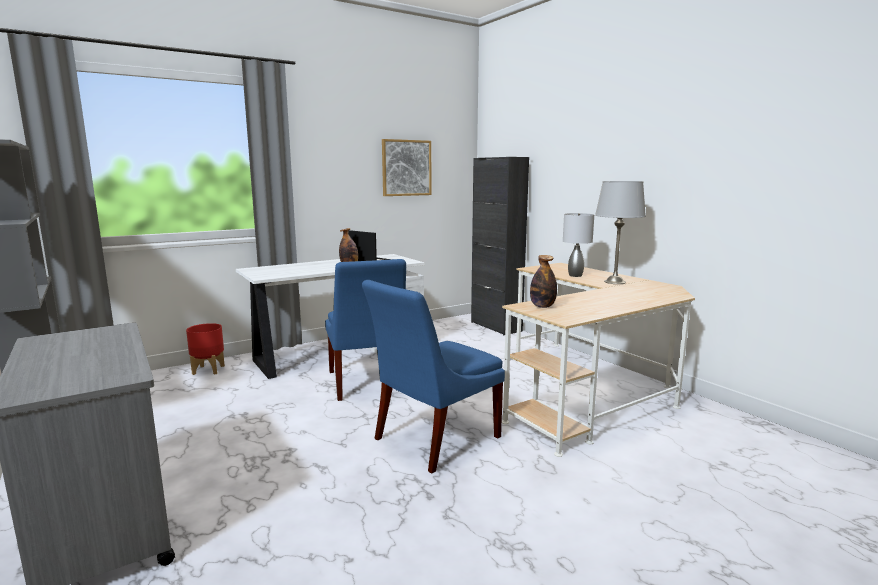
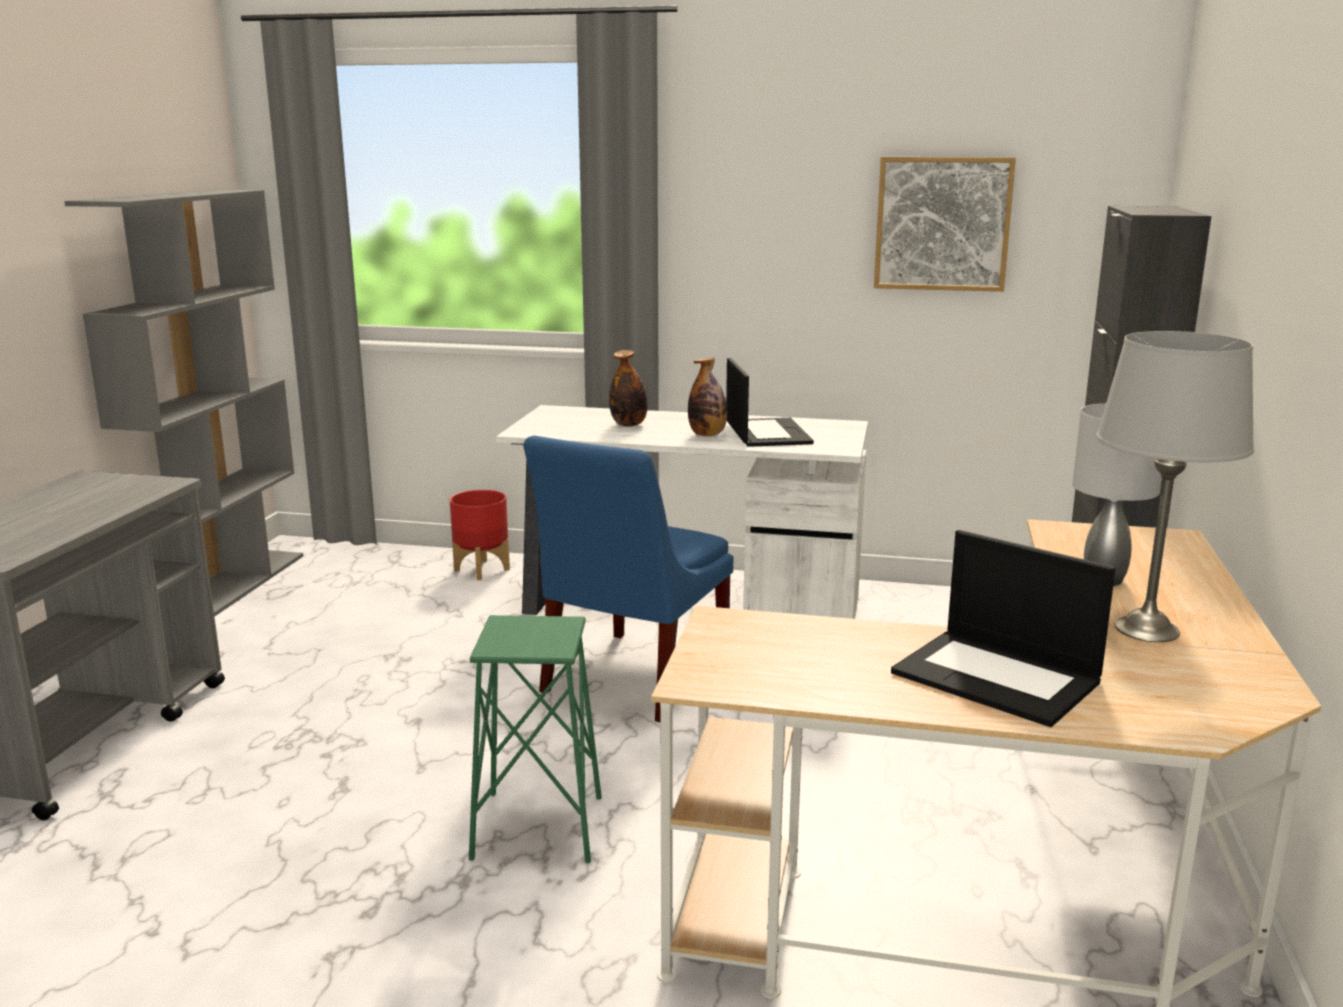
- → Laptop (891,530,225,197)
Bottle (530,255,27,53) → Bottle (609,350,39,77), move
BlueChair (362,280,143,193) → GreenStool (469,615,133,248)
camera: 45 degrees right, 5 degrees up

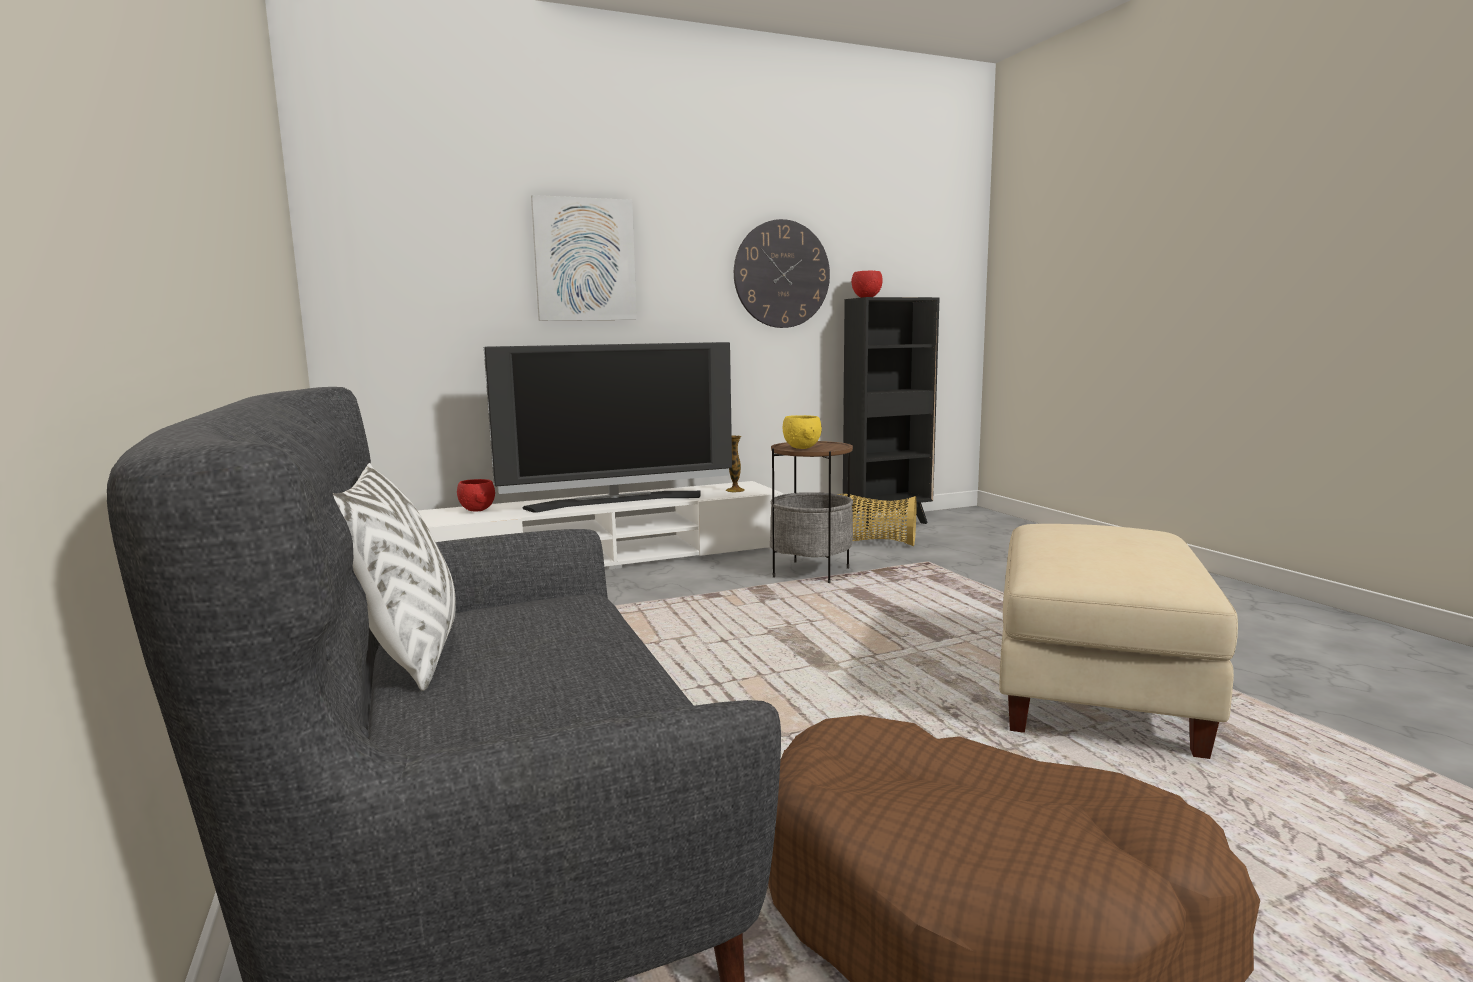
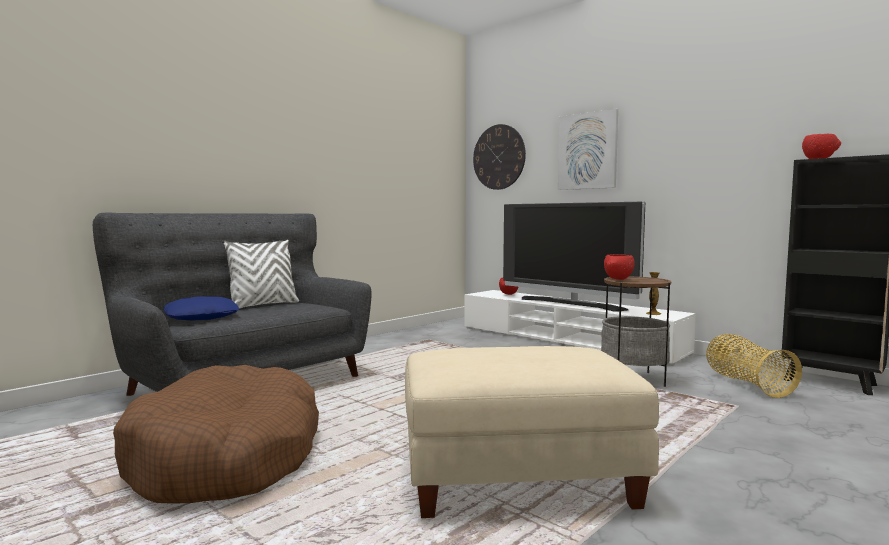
- → BluePillow (164,296,75,25)
WallClock (734,219,96,109) → WallClock (473,124,53,66), move
YellowBowl (783,415,39,34) → RedBowl (604,254,31,26)
camera: 65 degrees right, 5 degrees down

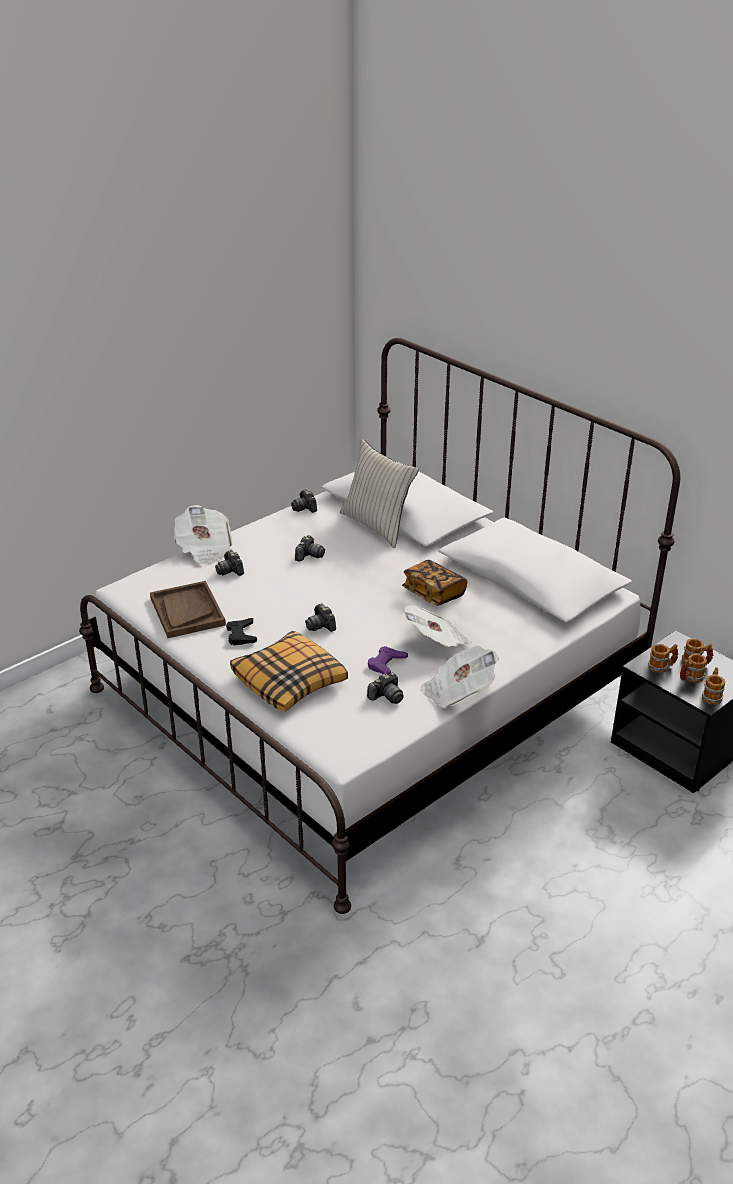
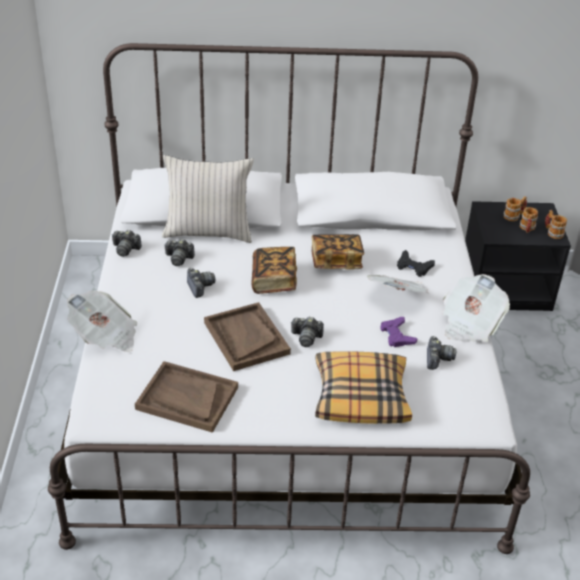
Mug (648,644,30,29) → -
- → BrownTray (204,302,87,69)
- → Book (251,247,46,47)
PhotoCamera (215,550,29,26) → PhotoCamera (165,239,30,27), move
BlackGameController (226,618,31,27) → BlackGameController (397,250,38,27), move
camera: 50 degrees left, 5 degrees up

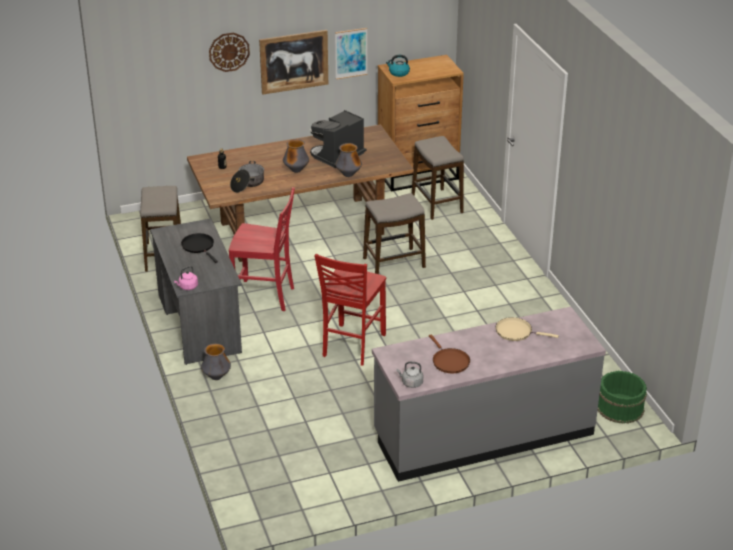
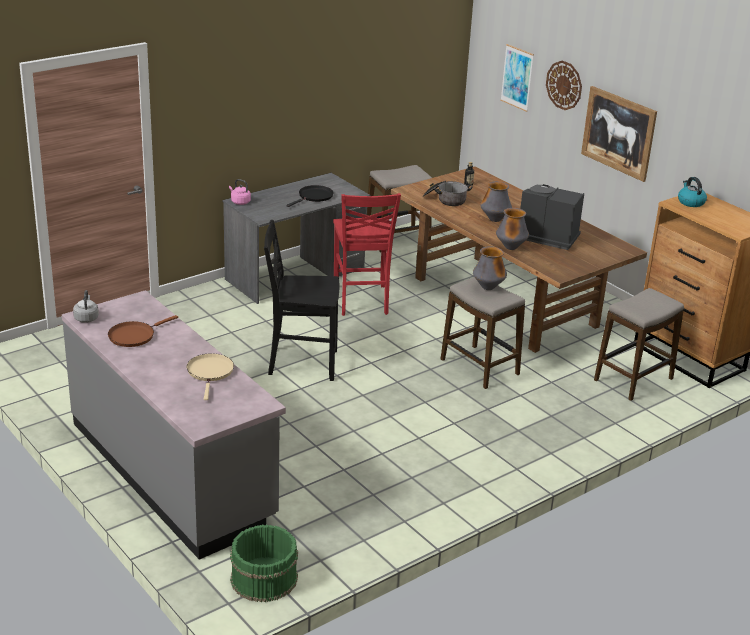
Vase (201,344,30,36) → Vase (473,246,34,44), move
Picture (335,28,32,51) → Picture (500,44,34,68), move
RedChair (314,254,72,112) → BlackChair (264,220,75,161)
camera: 70 degrees right, 5 degrees down

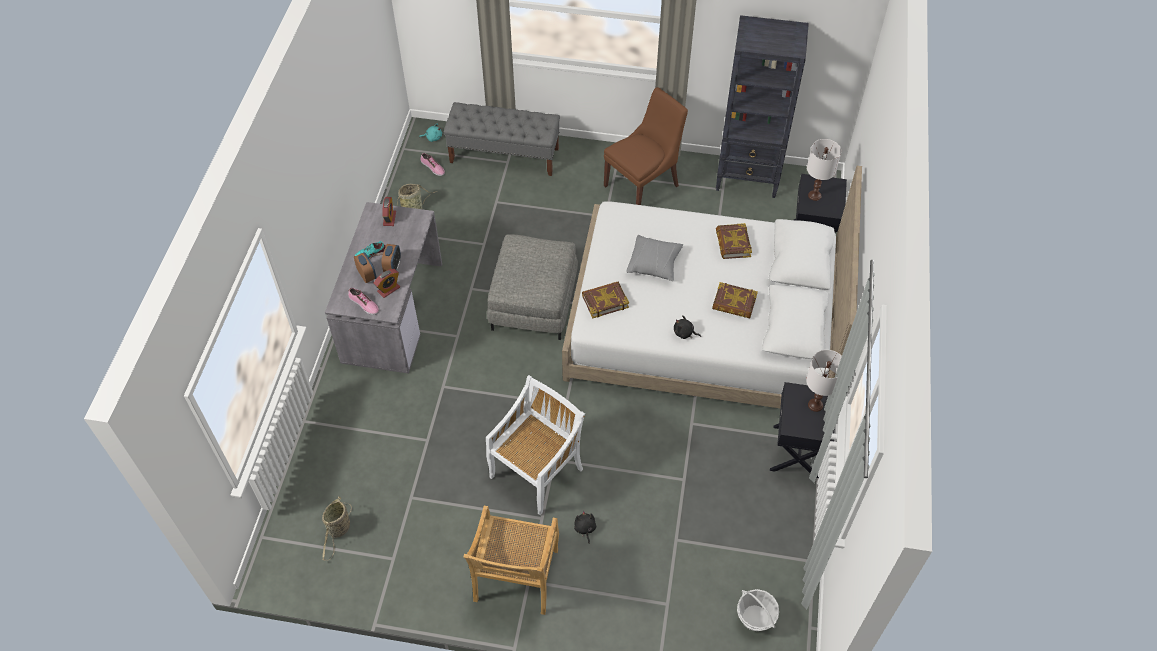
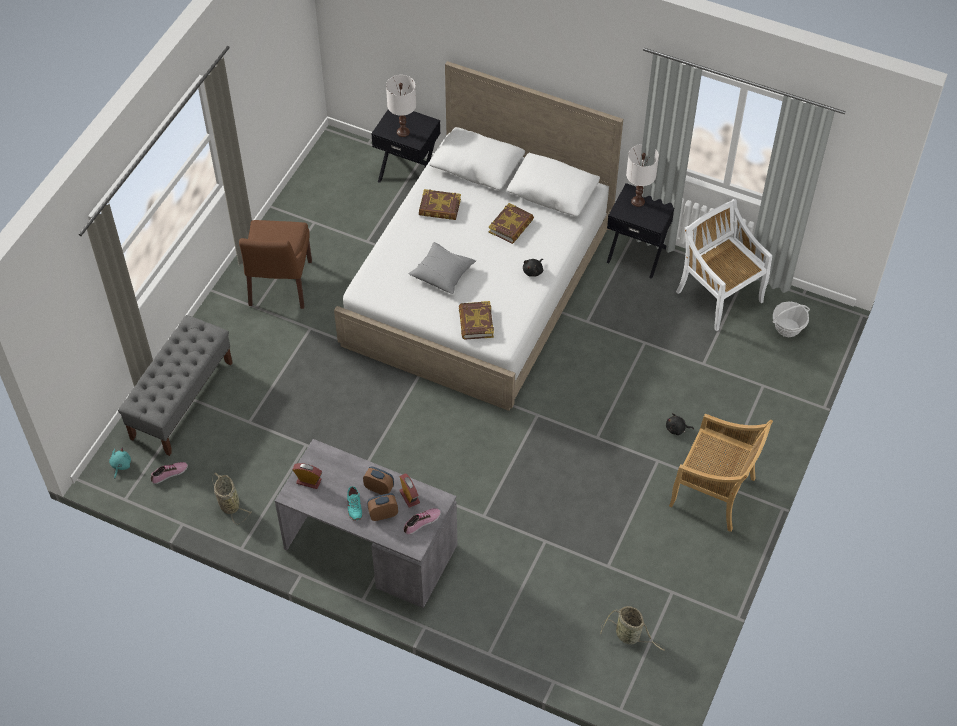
GreyOttoman (487,234,91,106) → -
BlackBookcase (716,15,93,183) → -
WhiteChair (486,375,99,140) → WhiteChair (676,199,96,132), move
BrownChair (604,87,84,118) → BrownChair (239,220,73,89), 150 degrees counterclockwise
camera: 75 degrees left, 0 degrees up

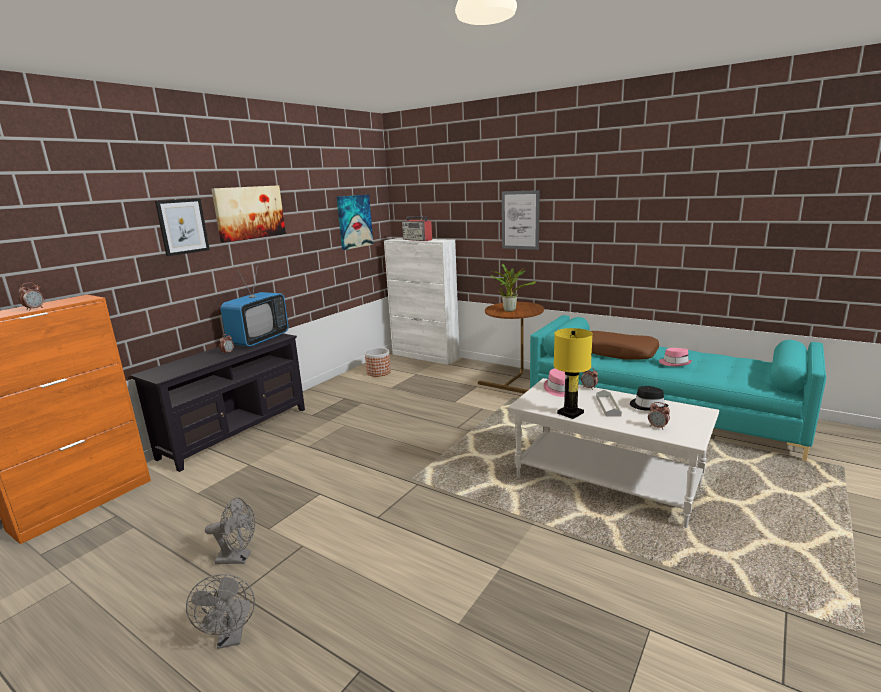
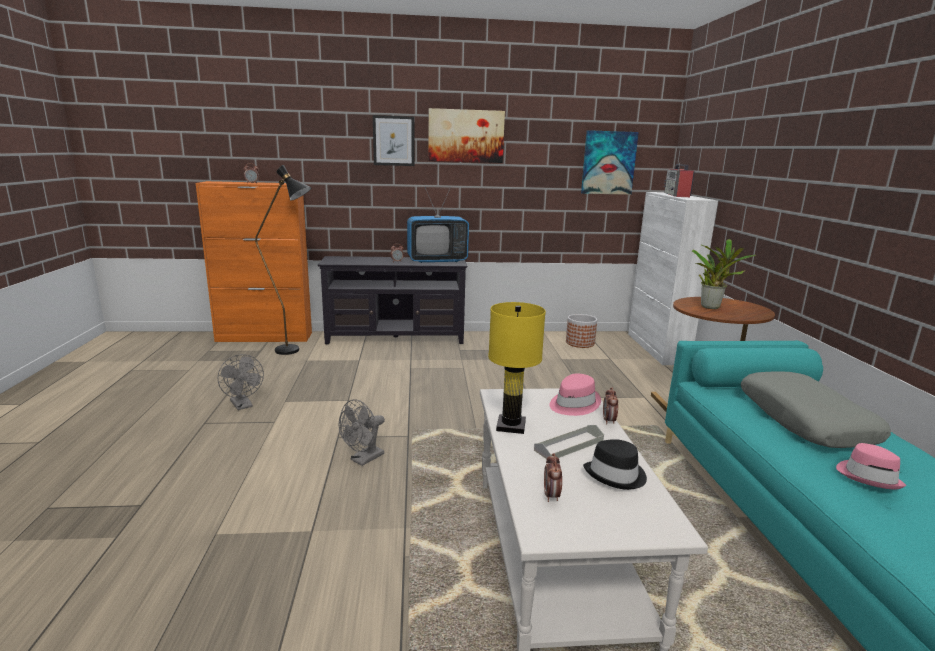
Picture (502,190,38,60) → -
- → BlackFloorLamp (255,165,56,190)
GreyFan (186,574,69,75) → GreyFan (339,399,46,67), move
BrownPillow (591,331,68,29) → GreyPillow (741,372,150,76)
camera: 50 degrees right, 0 degrees up

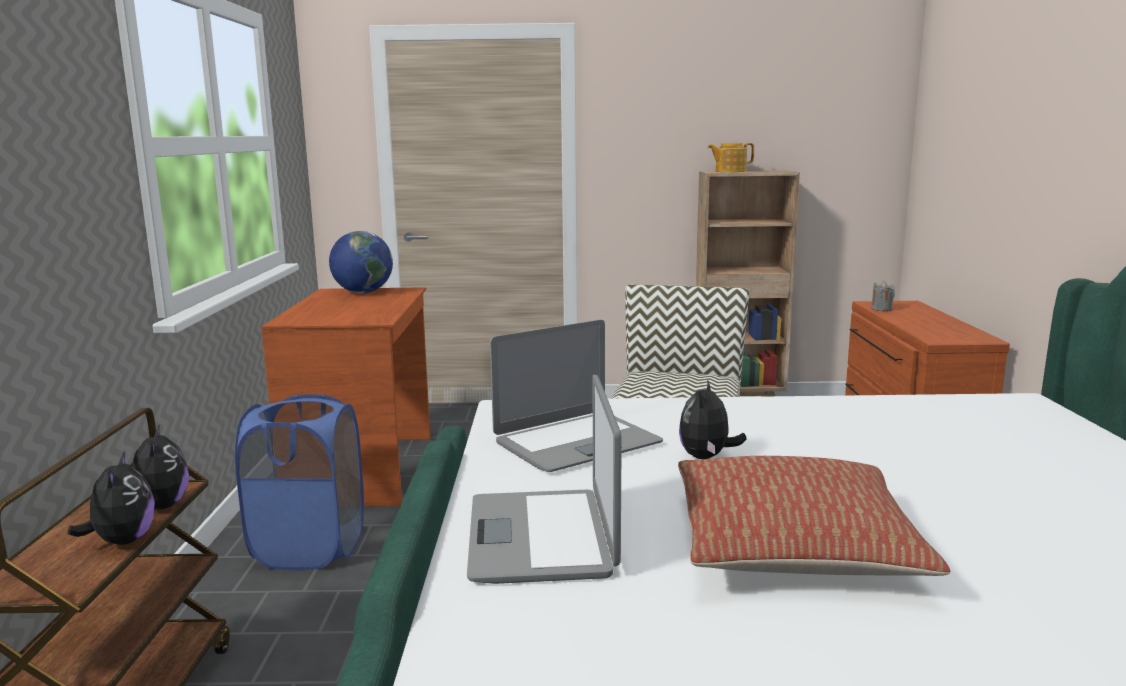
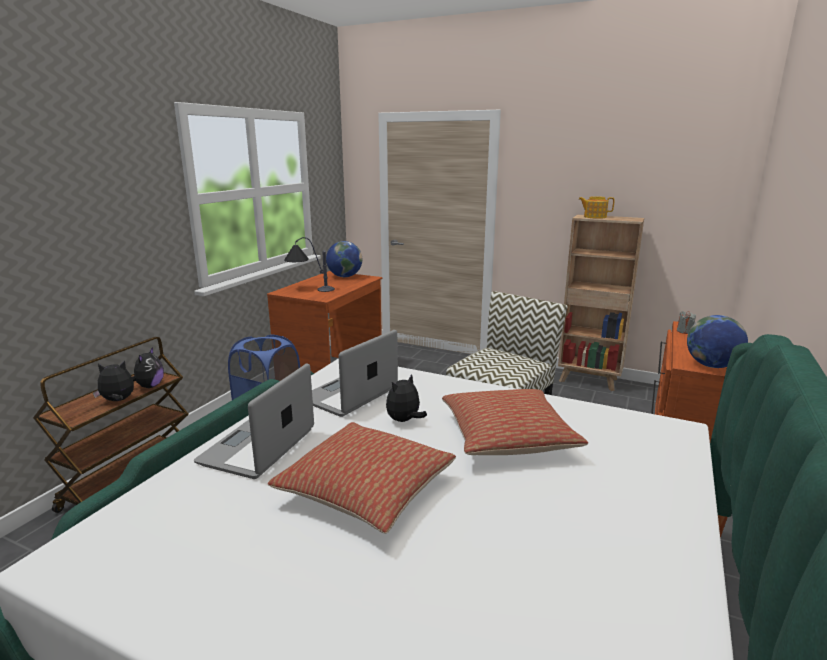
- → TableLamp (284,237,51,55)
- → Pillow (442,389,146,66)
- → Globe (687,315,61,53)
PlushToy (67,451,88,94) → PlushToy (93,361,41,40), 120 degrees counterclockwise
Laptop (490,320,173,152) → Laptop (312,330,86,87), 135 degrees clockwise
camera: 25 degrees right, 5 degrees up

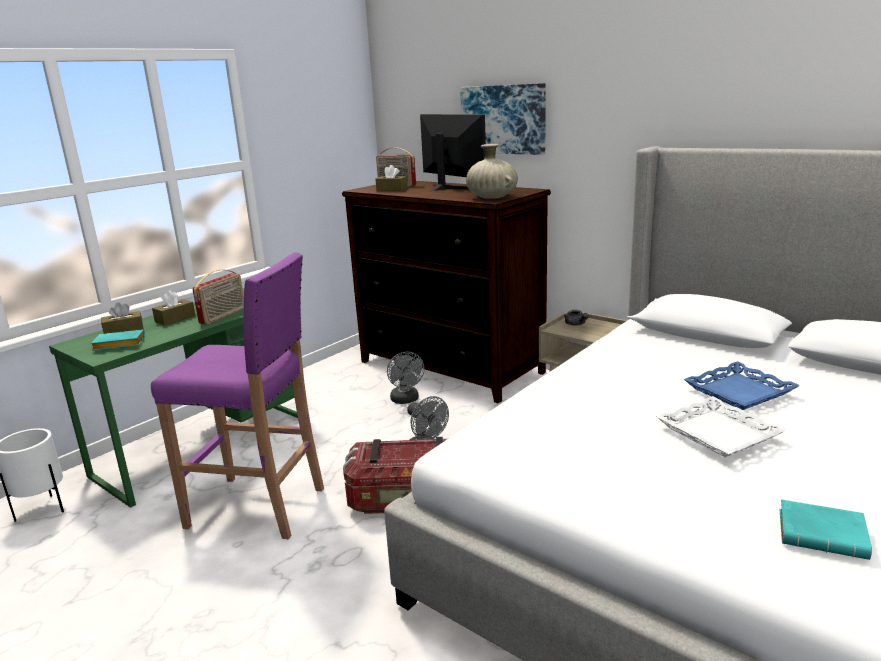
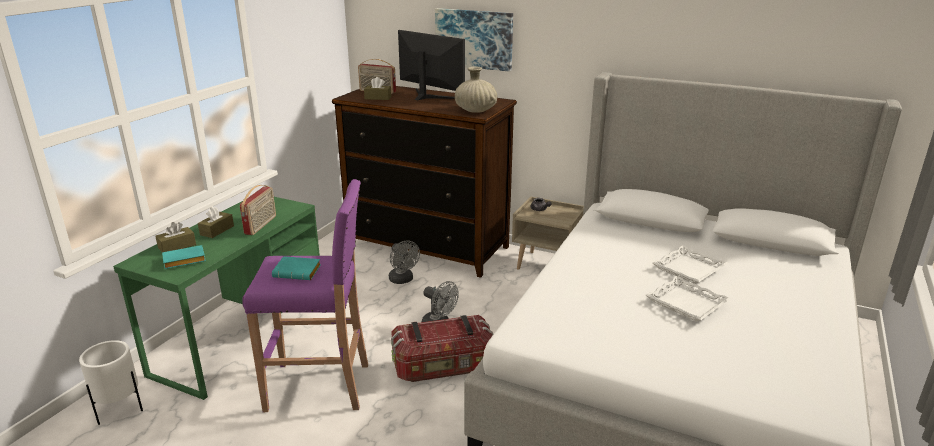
TurquoiseBook (779,500,93,60) → TurquoiseBook (272,256,49,24), move
BlueTray (684,361,116,49) → WhiteTray (653,245,75,39)
camera: 15 degrees left, 5 degrees up

